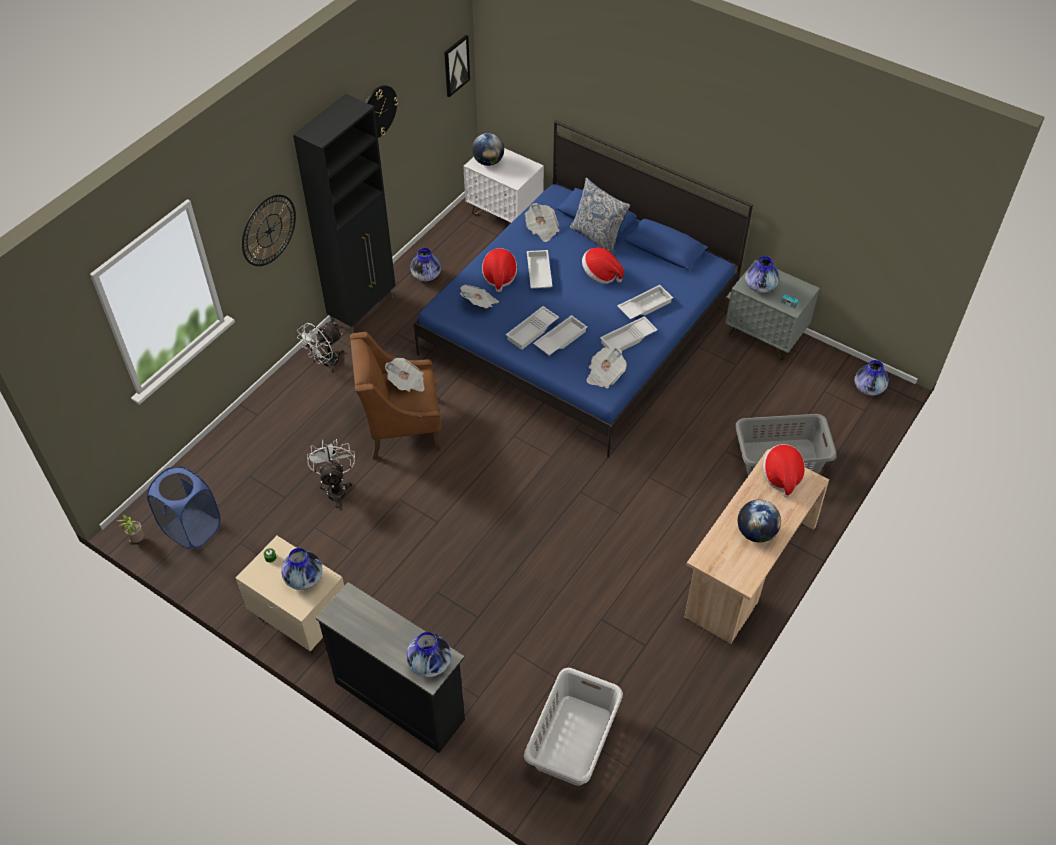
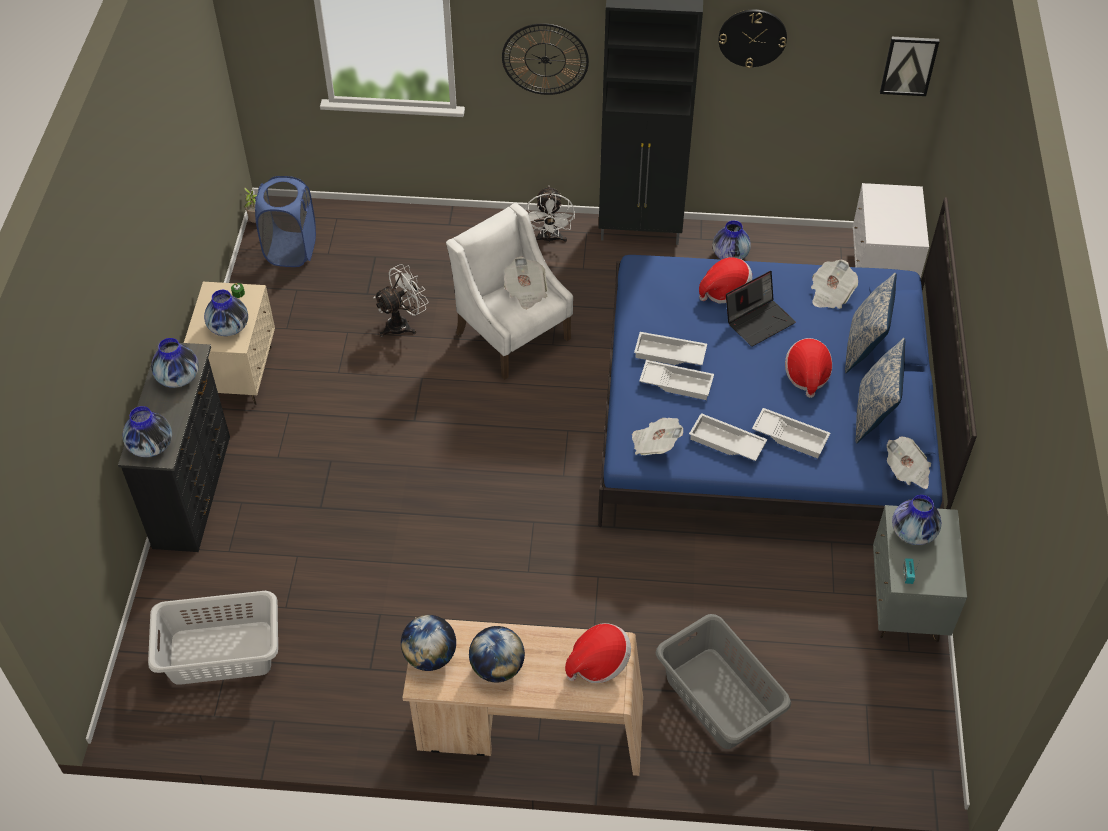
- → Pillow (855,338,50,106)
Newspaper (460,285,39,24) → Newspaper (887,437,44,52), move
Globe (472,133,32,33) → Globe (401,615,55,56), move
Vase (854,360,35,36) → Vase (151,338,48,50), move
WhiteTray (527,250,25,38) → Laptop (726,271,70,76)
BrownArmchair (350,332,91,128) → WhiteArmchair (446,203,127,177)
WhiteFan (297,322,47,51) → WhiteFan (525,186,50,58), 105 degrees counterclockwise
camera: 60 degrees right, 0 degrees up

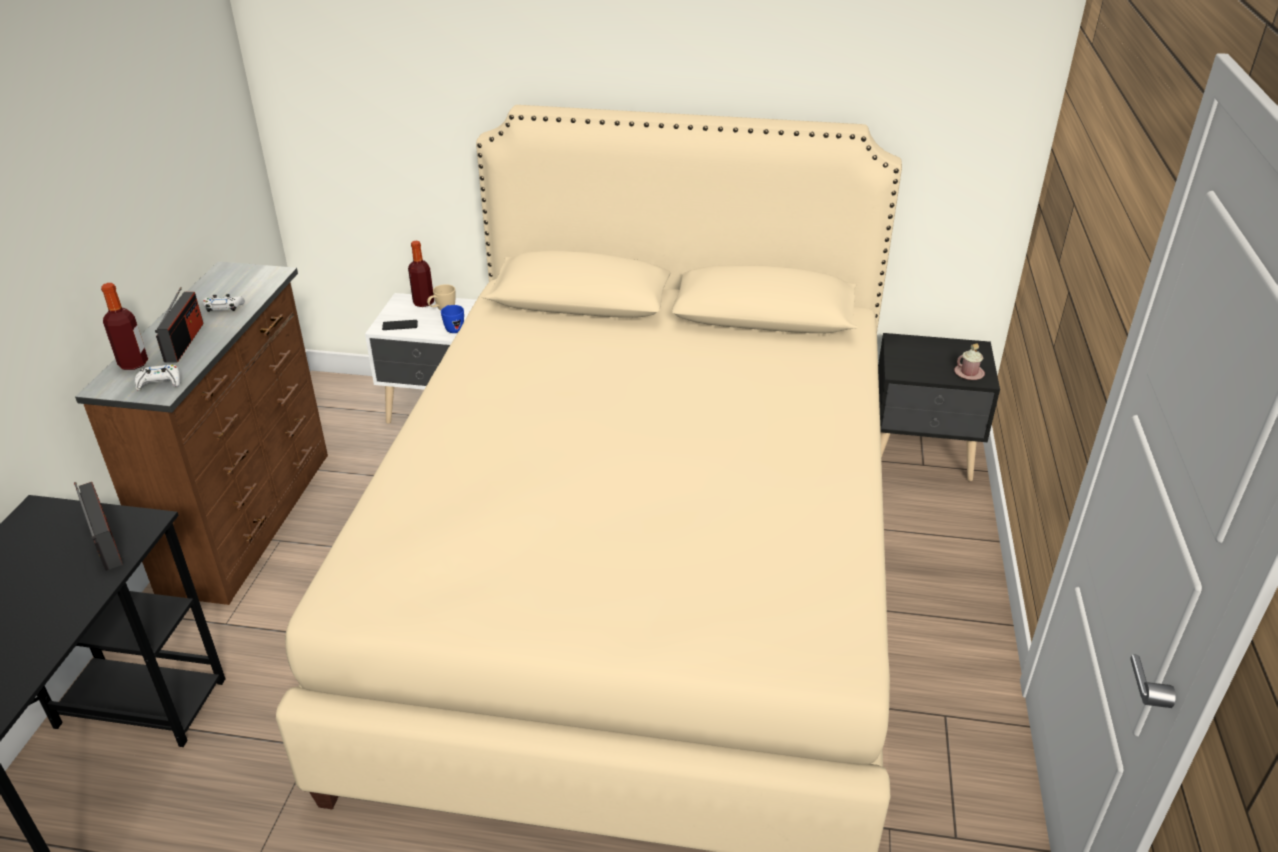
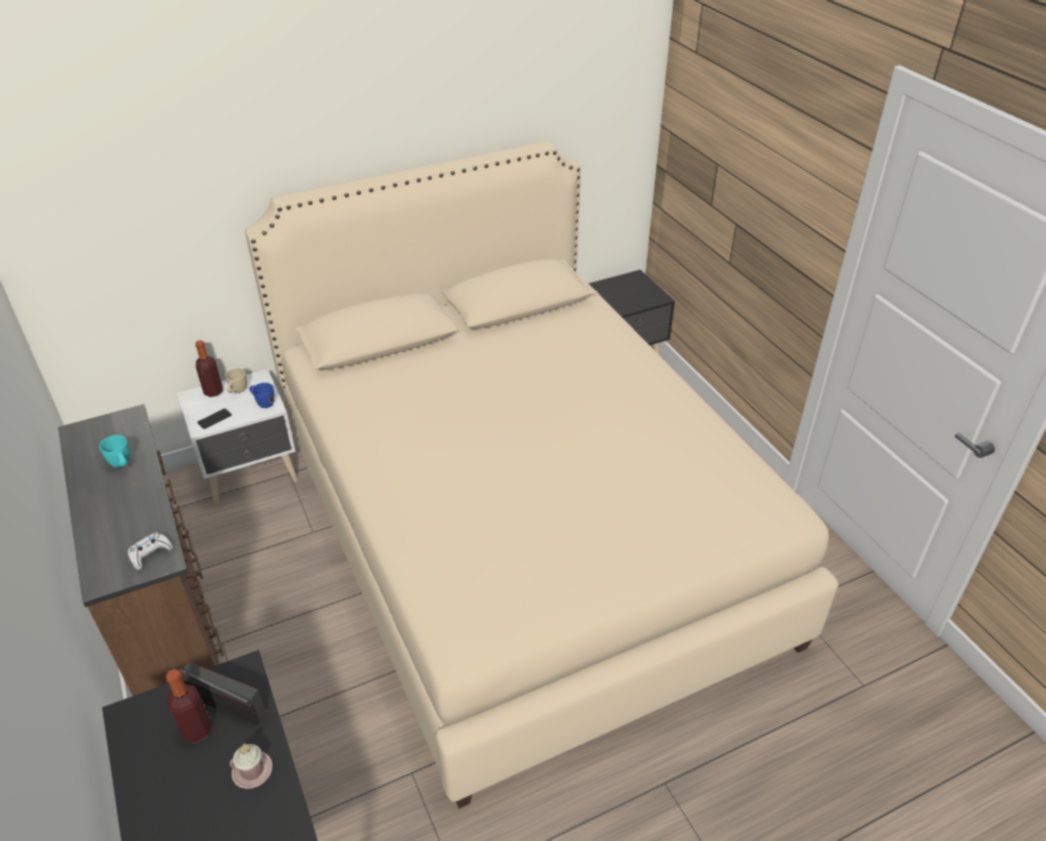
Radio (155,287,49,75) → -
Bottle (101,283,47,87) → Bottle (166,669,47,74), move
PinkMug (954,343,31,37) → PinkMug (230,743,43,46), move
WhiteGameController (203,294,42,18) → TurquoiseMug (99,435,31,33)
camera: 35 degrees left, 5 degrees up

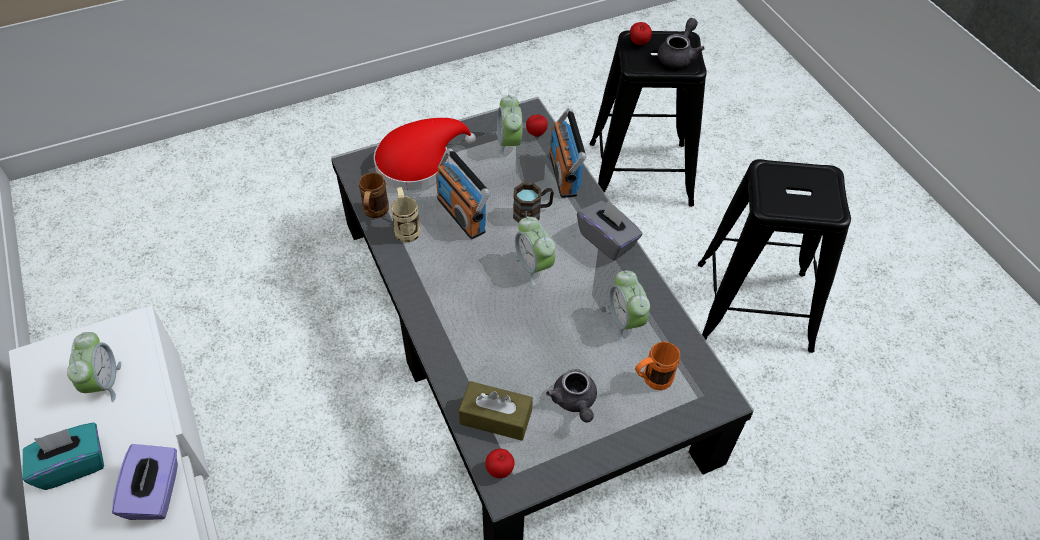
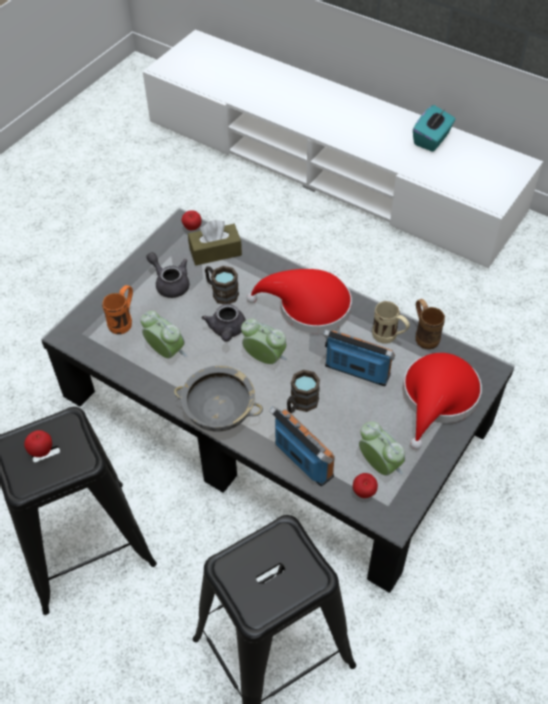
AlarmClock (67,332,54,70) → -
PurpleTissueBox (112,444,66,76) → -
- → BrownMug (205,266,34,38)
- → RedHat (247,269,105,65)
Apple (630,22,22,23) → Apple (24,430,28,27), move
GreyTeapot (658,18,47,50) → GreyTeapot (202,304,44,38), move
GreyTissueBox (577,200,66,60) → GreyBowl (174,366,89,66)
camera: 150 degrees right, 0 degrees up

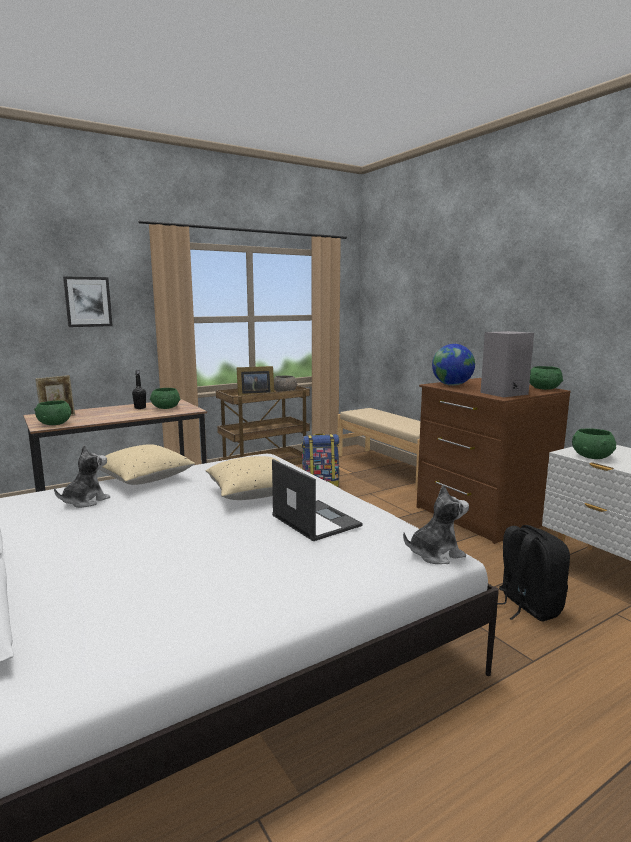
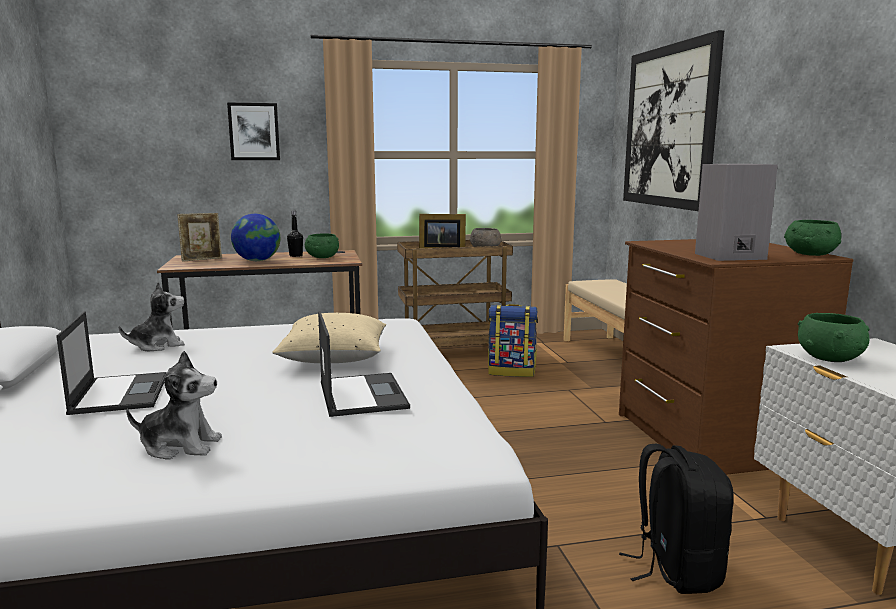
GreenBowl (34,401,37,24) → -
BeigePillow (100,444,95,41) → -
- → Laptop (56,311,111,104)
- → Picture (623,30,101,181)
PlushToy (403,484,66,80) → PlushToy (126,351,96,109), move
Globe (432,344,43,42) → Globe (231,214,49,47), move
camera: 20 degrees right, 0 degrees up

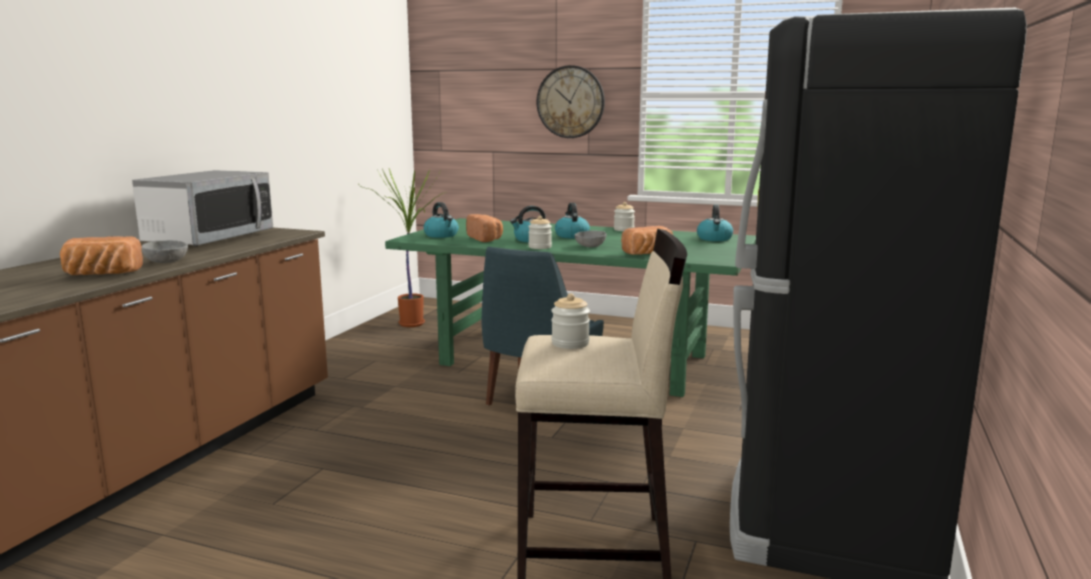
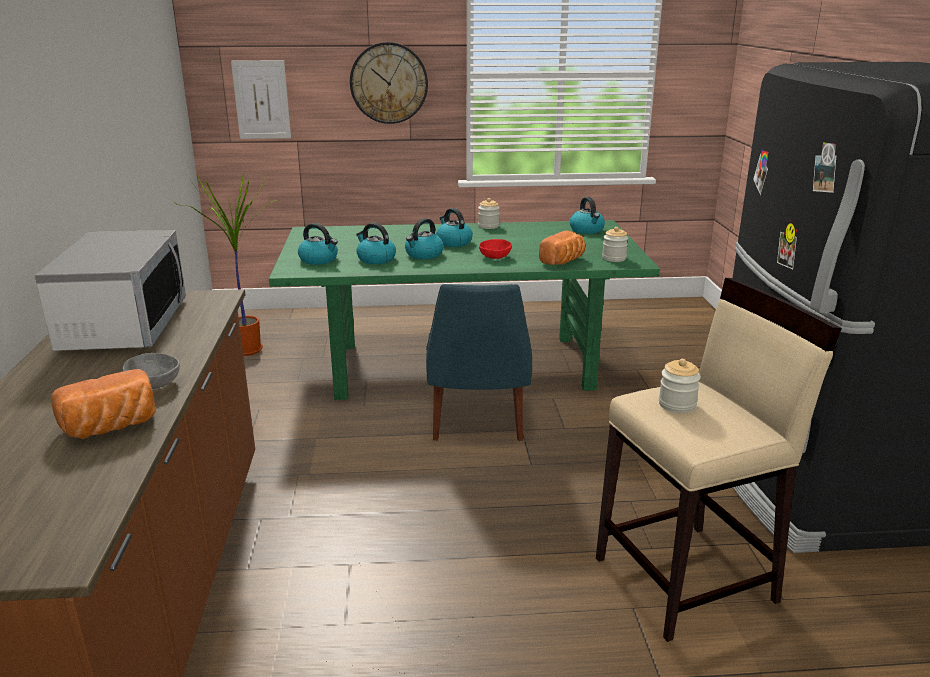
- → Picture (231,60,60,79)
Jar (528,216,24,33) → Jar (602,227,26,35), move
Bread (466,214,37,28) → Kettle (356,223,40,41)
GreyBowl (575,231,32,16) → RedBowl (479,239,33,20)
camera: 25 degrees left, 10 degrees up

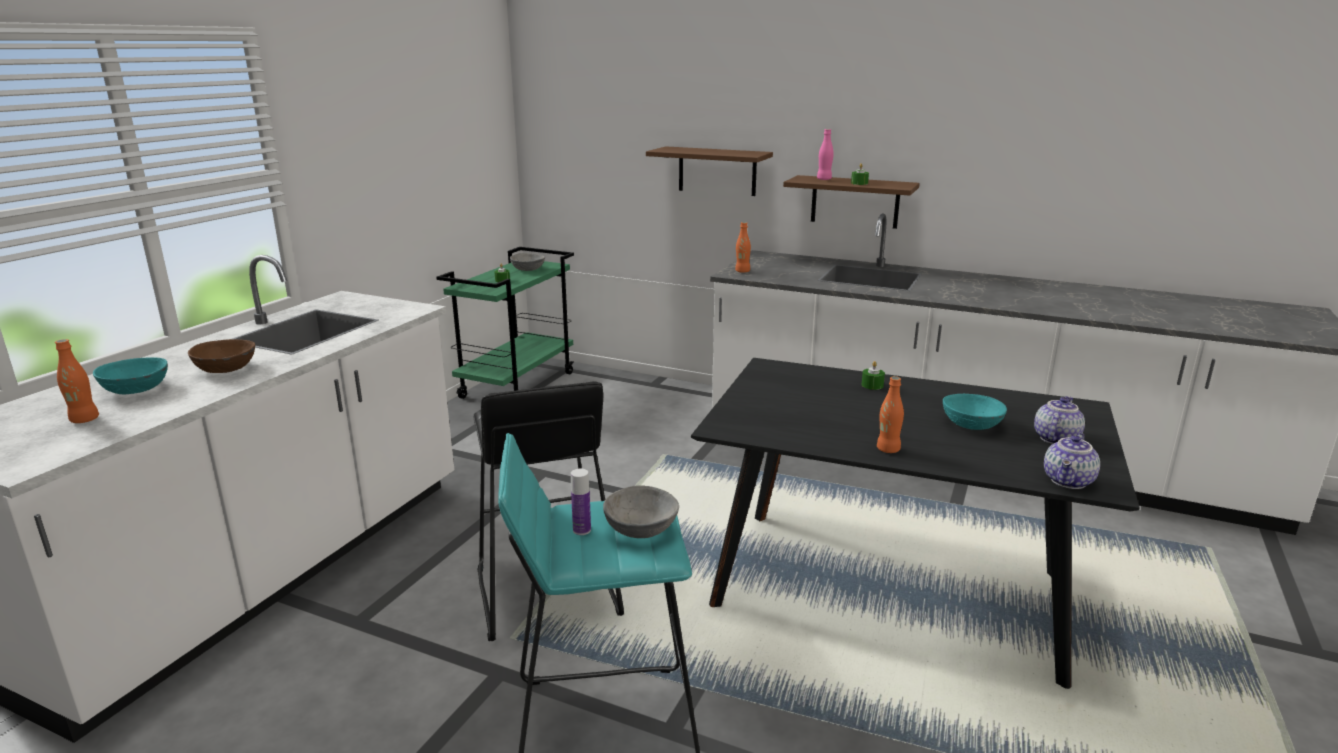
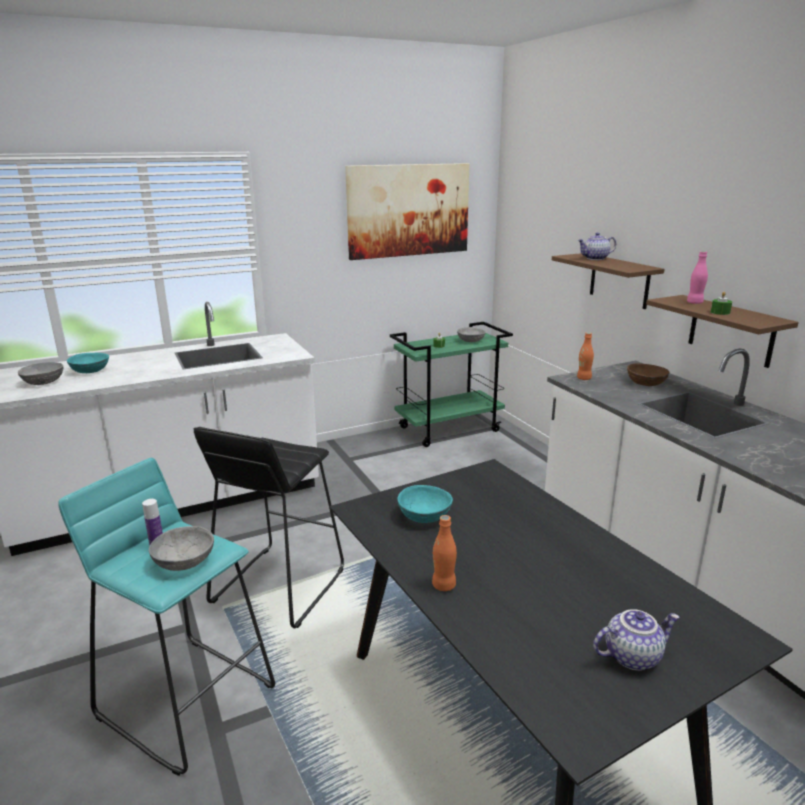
GreenCandle (862,361,23,29) → -
- → Picture (345,163,124,97)
BrownBowl (188,339,67,34) → BrownBowl (627,363,42,23), move
TurquoiseBowl (943,394,64,36) → TurquoiseBowl (397,485,56,38), move
Teapot (1044,433,56,56) → Teapot (577,232,39,28), move
OrangeBottle (55,339,44,84) → GreyBowl (18,362,45,23)
camera: 40 degrees right, 0 degrees up

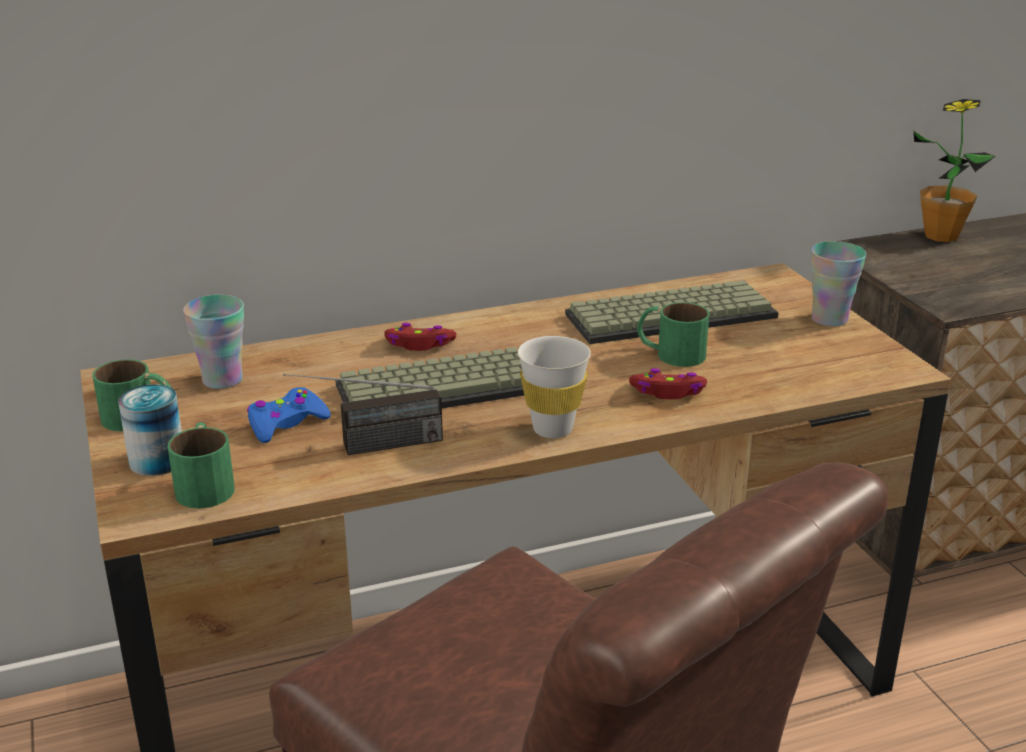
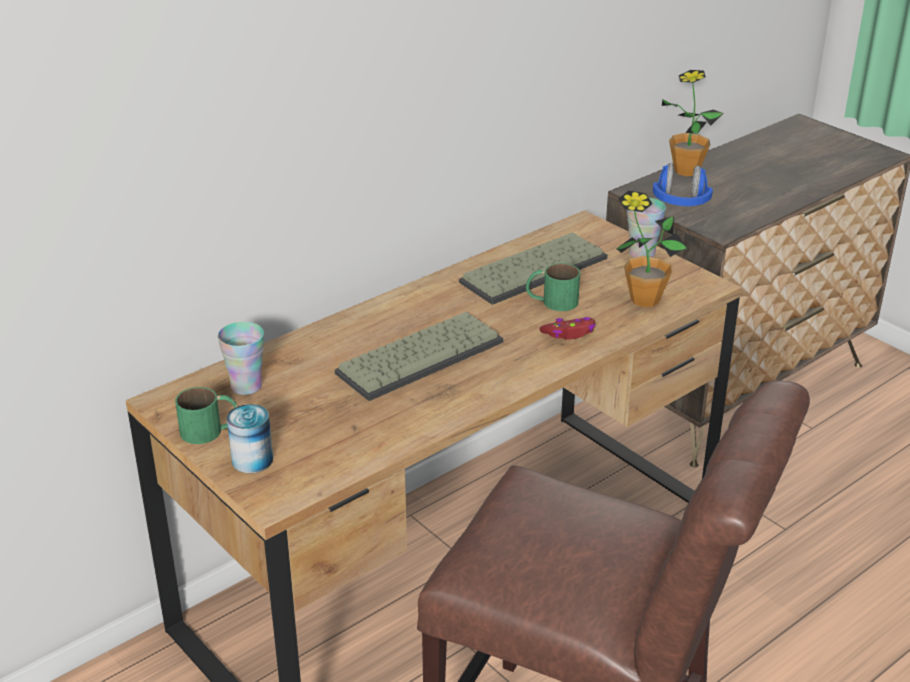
GreenMug (168,422,67,86) → -
BlueGameController (247,387,84,56) → -
Radio (283,373,160,82) → -
RedGameController (384,323,72,28) → -
WhiteCup (518,336,73,102) → -
- → PottedPlant (616,191,71,116)
- → BlueHeadphones (653,163,60,43)
camera: 20 degrees left, 5 degrees up

